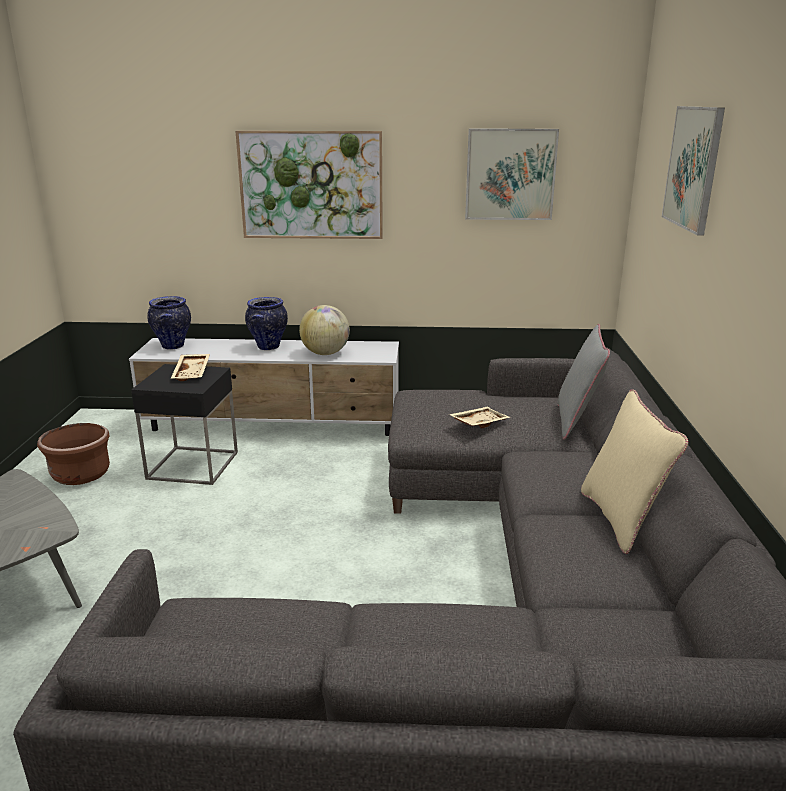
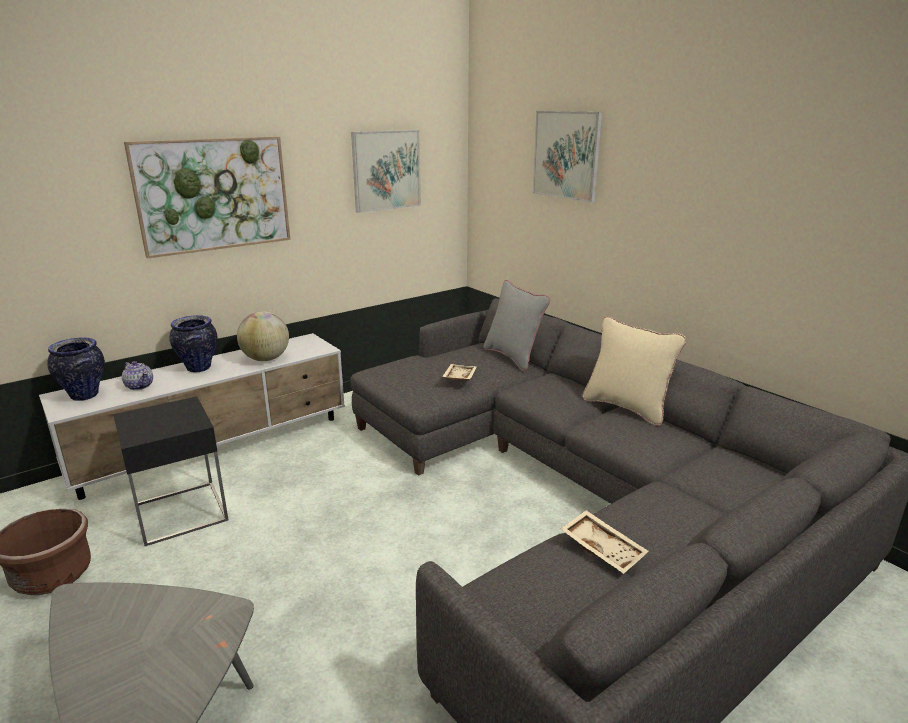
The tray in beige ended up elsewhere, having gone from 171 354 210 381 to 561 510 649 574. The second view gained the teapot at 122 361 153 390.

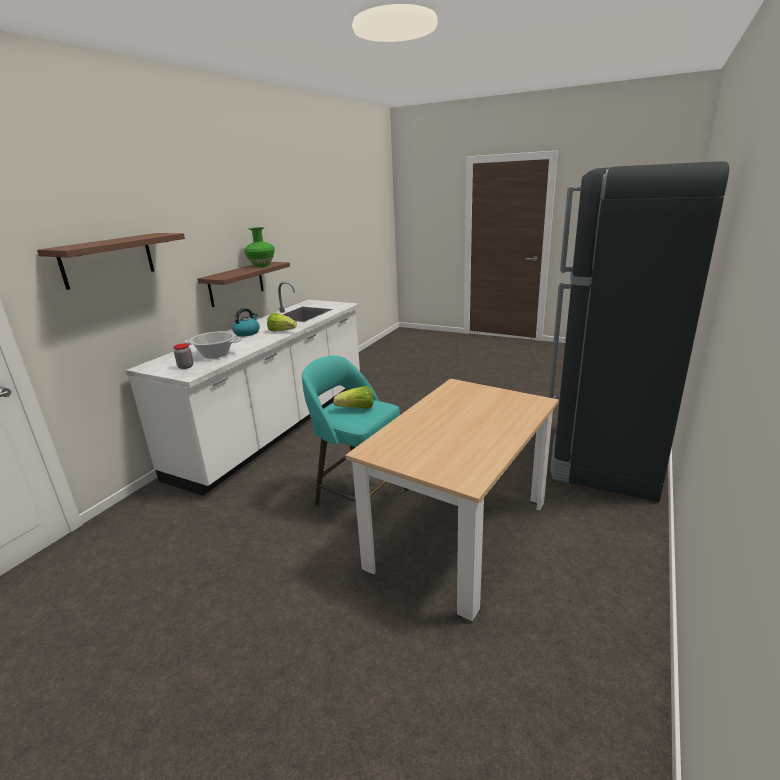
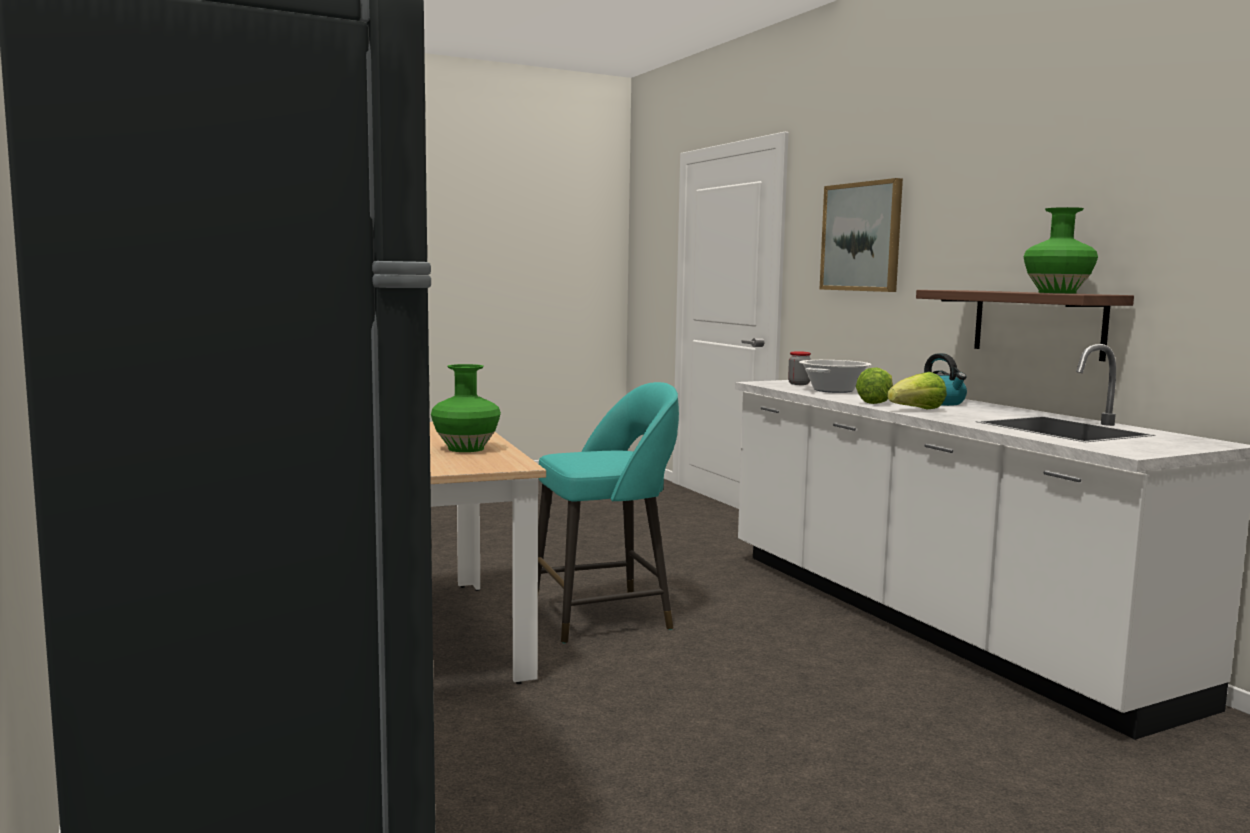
Where the shelf hung at 37 233 185 290, the picture came to hang at 820 178 903 292. The lettuce ended up elsewhere, having gone from 333 386 374 409 to 856 368 893 404. The second view gained the vase in green at 431 364 501 452.

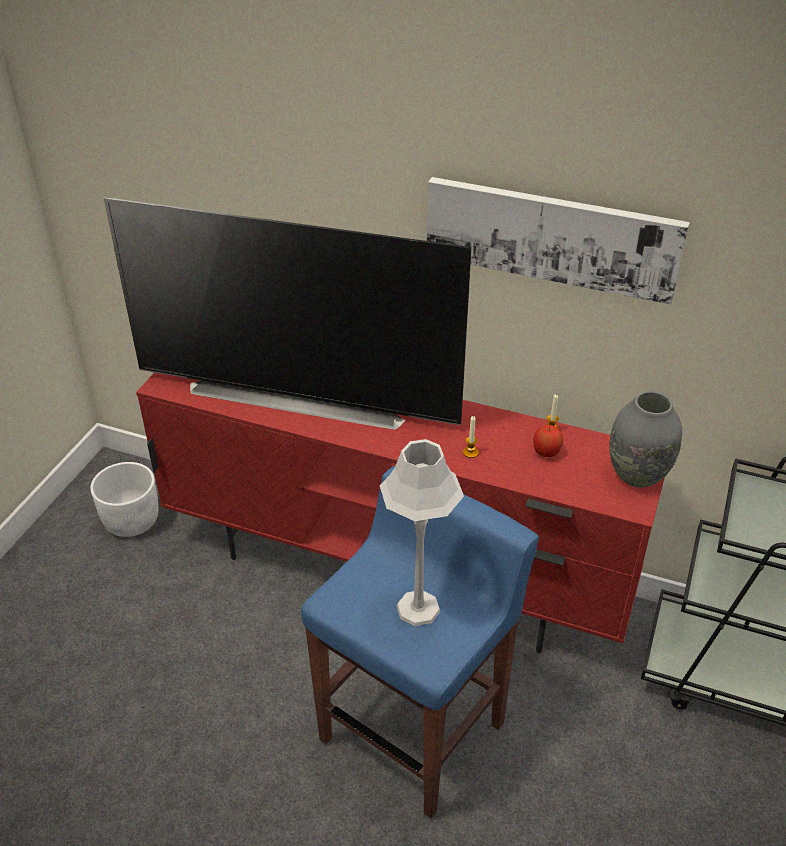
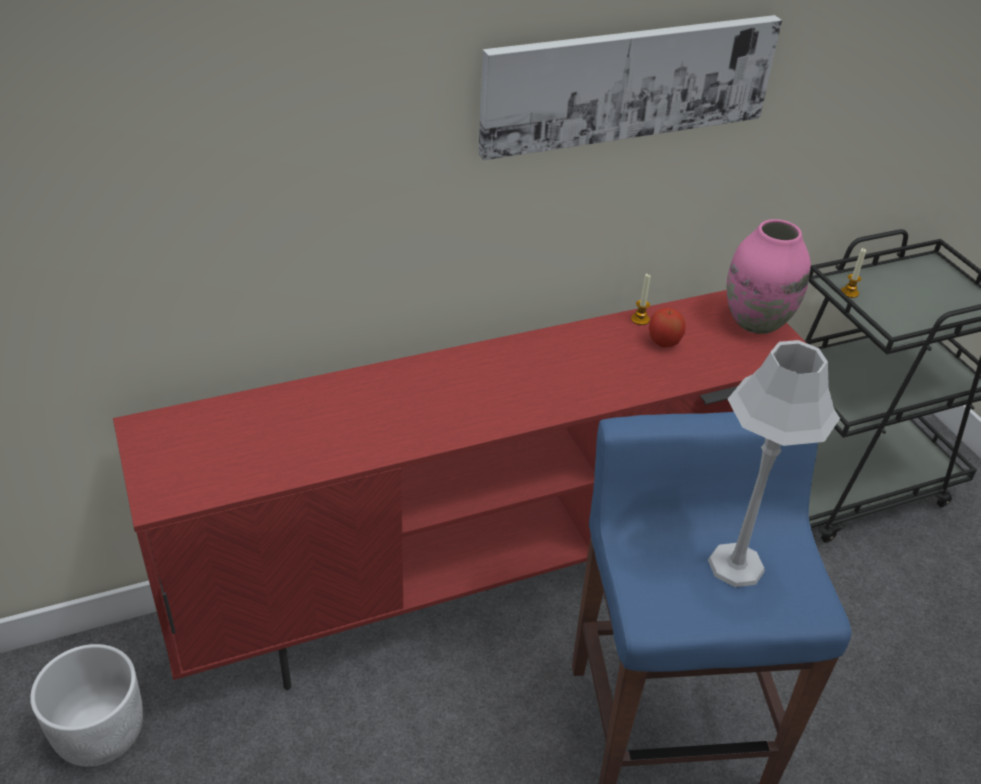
The second view lost the television at 104 197 472 430. The candle ended up elsewhere, having gone from 463 416 479 458 to 841 248 866 298. What was the vase in grey at 609 391 682 488 turned into the vase in pink at 727 219 811 334.

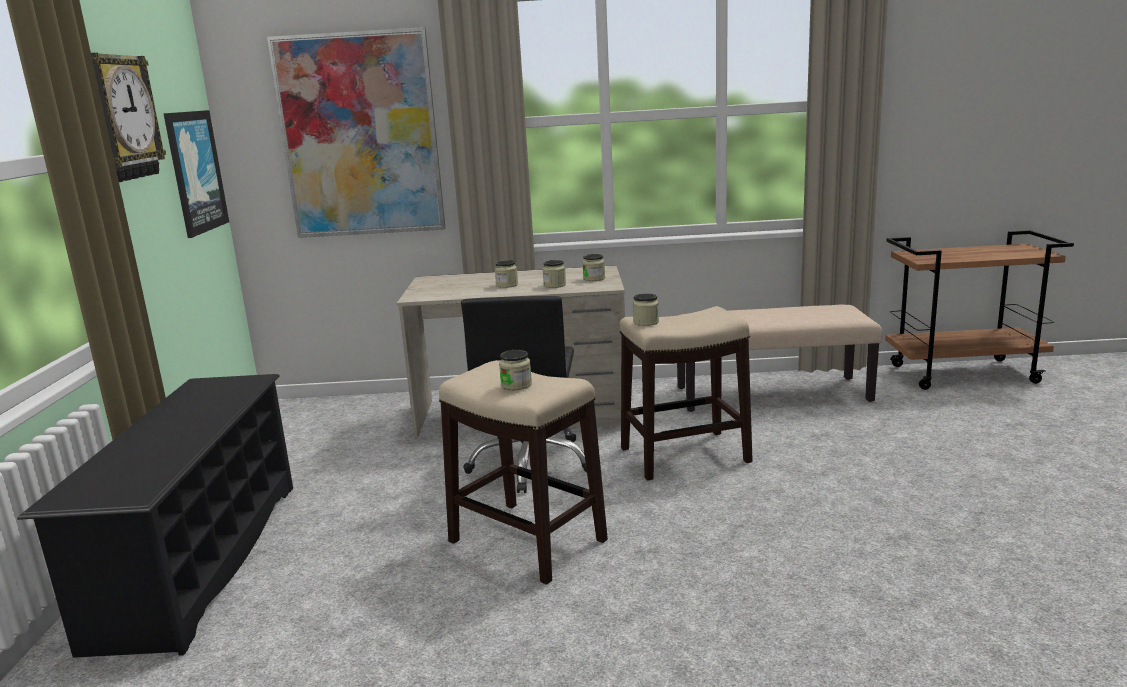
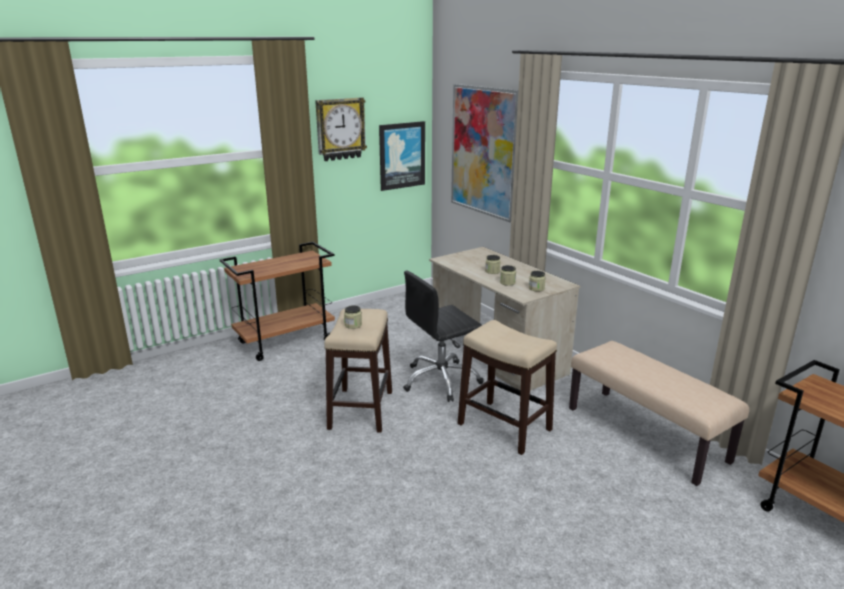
Where the shoe rack in black stood at 17 374 293 658, the cart in brown came to stand at 220 242 335 361. The second view lost the jar at 633 293 659 326.

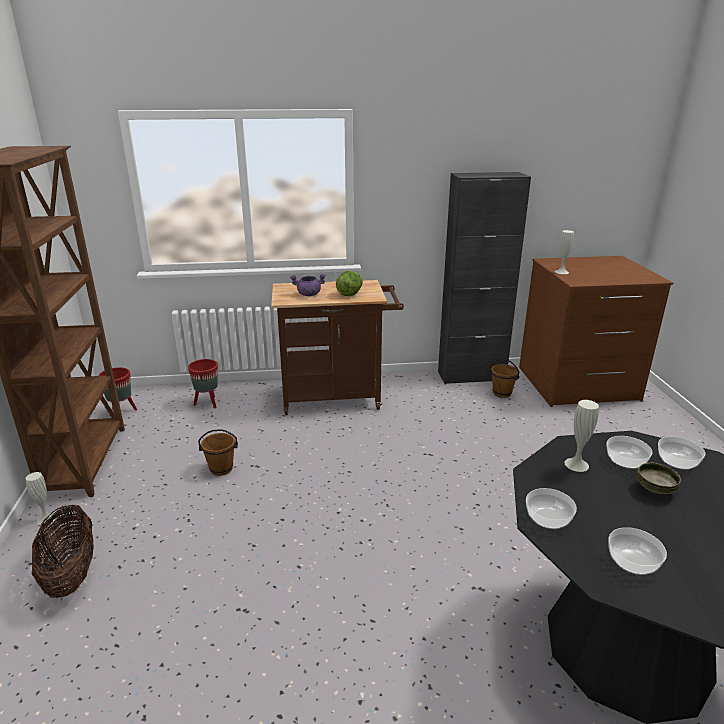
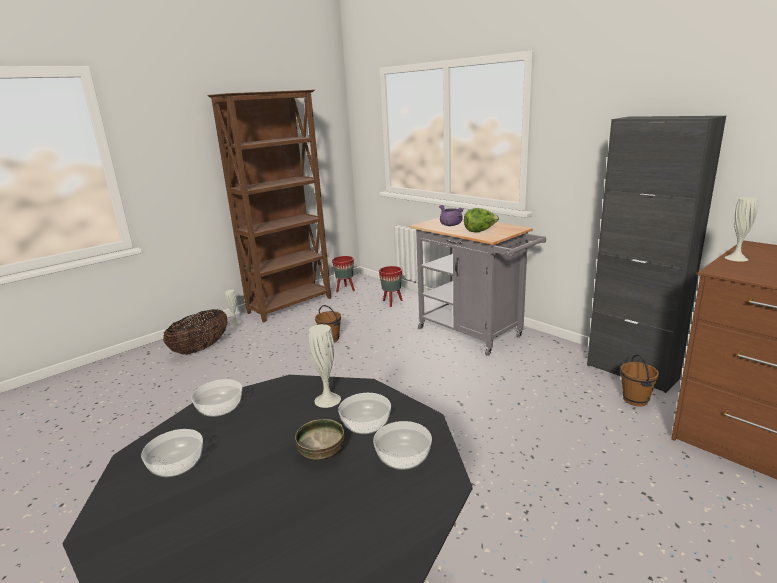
What was the cart in brown at 271 280 404 415 turned into the cart in grey at 410 217 546 356.

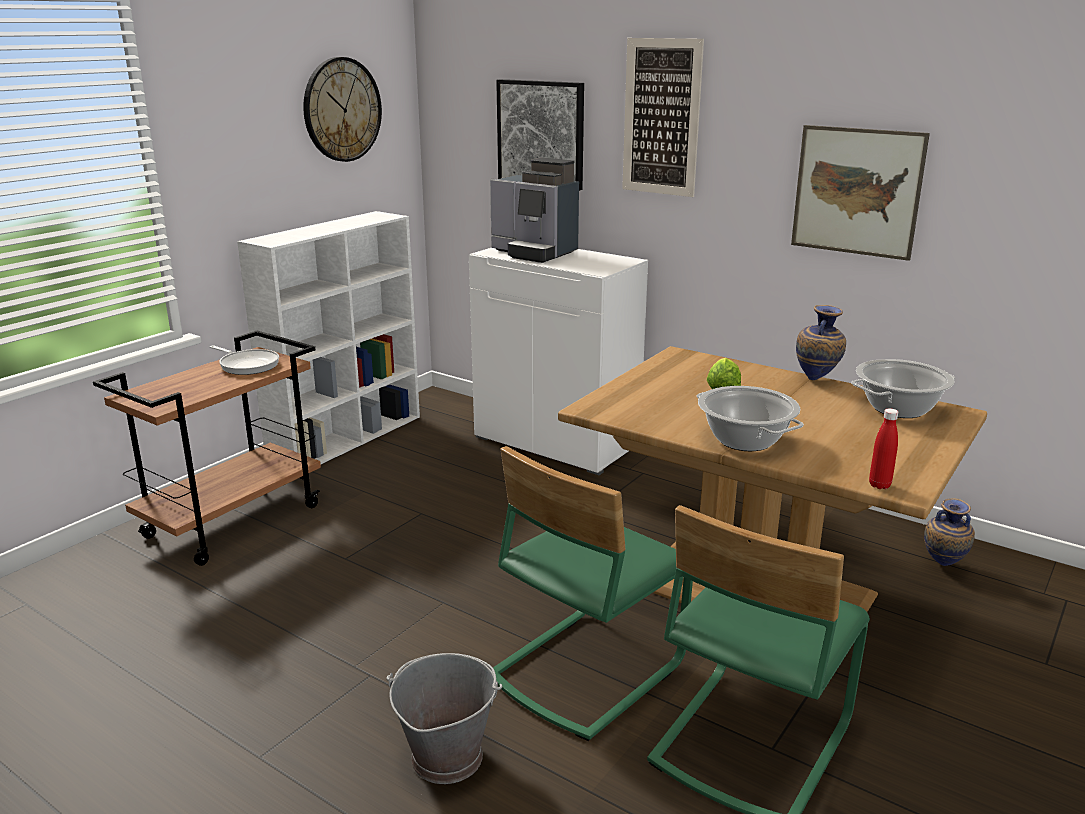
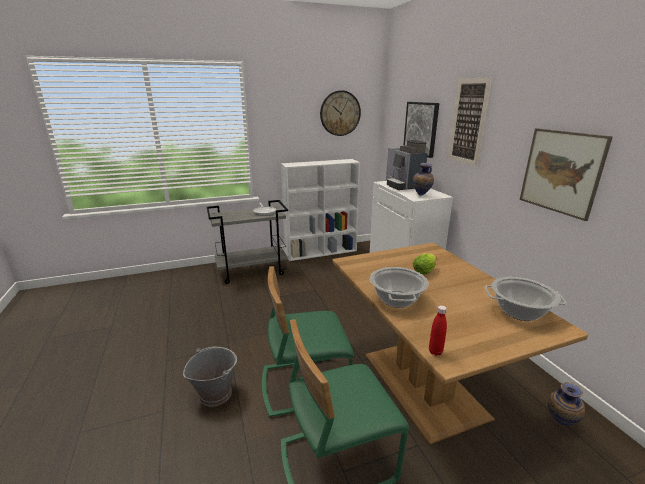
What was the cart in brown at 93 331 321 566 turned into the cart in grey at 207 200 288 284. The vase ended up elsewhere, having gone from 796 305 846 380 to 413 163 434 196.

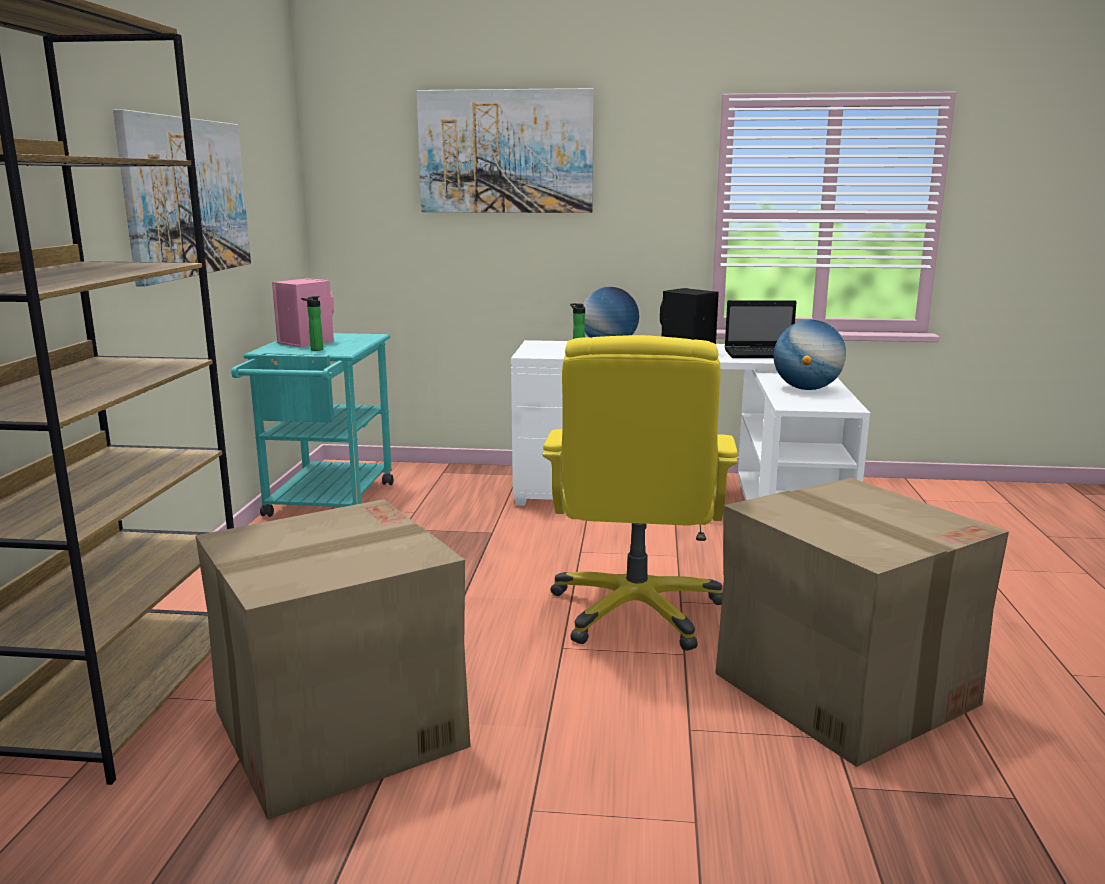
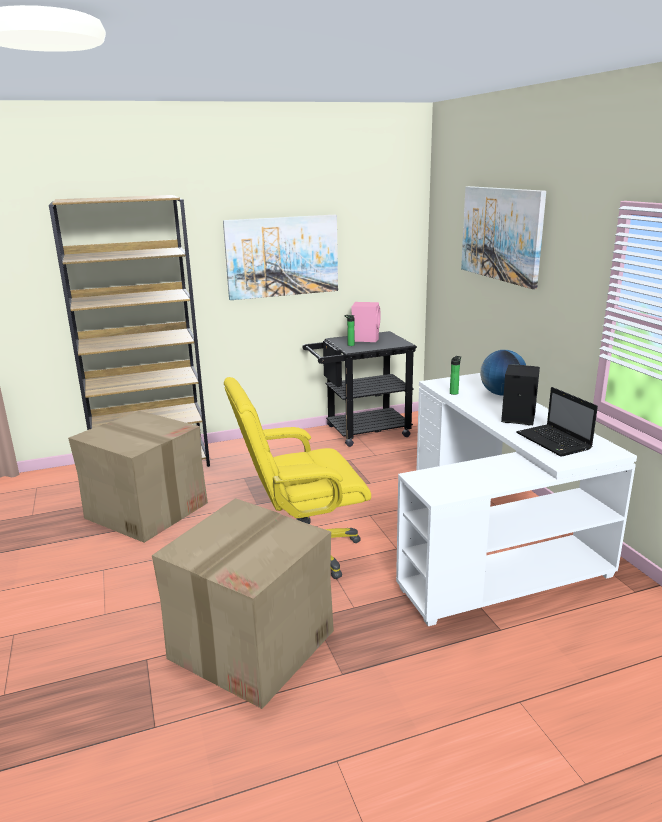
What was the cart in turquoise at 232 333 394 517 turned into the cart in black at 302 331 417 447. The second view lost the globe at 774 320 846 390.

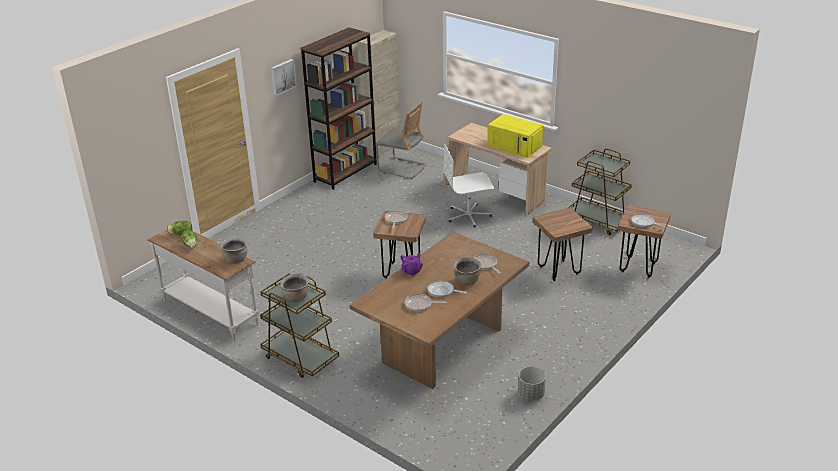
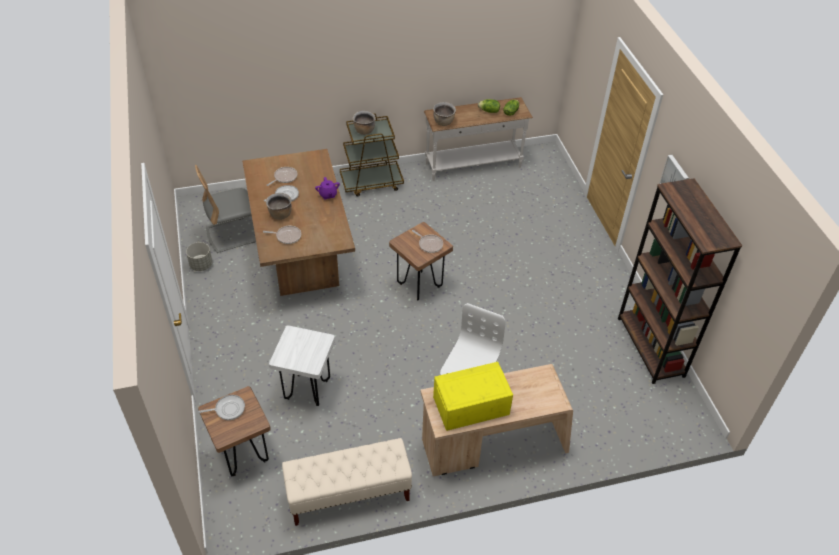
The second view lost the cabinet in beige at 358 30 401 158. The chair in grey ended up elsewhere, having gone from 375 101 427 179 to 195 165 256 253. What was the stool in brown at 533 208 593 281 turned into the stool in white at 269 325 335 406. Where the cart in brown stood at 568 148 632 235, the bench in beige came to stand at 282 438 412 526.

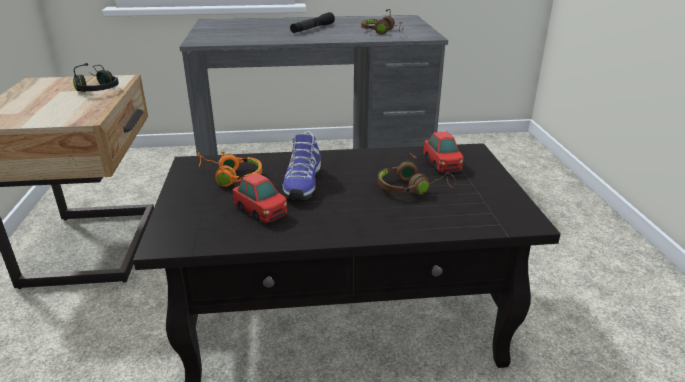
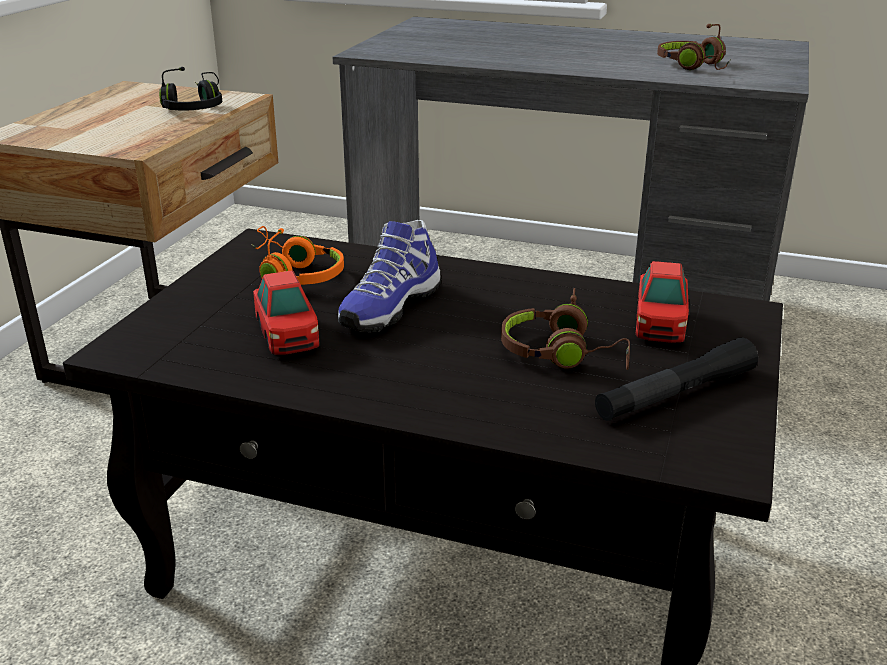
The flashlight in black ended up elsewhere, having gone from 290 12 335 33 to 595 337 758 421.

